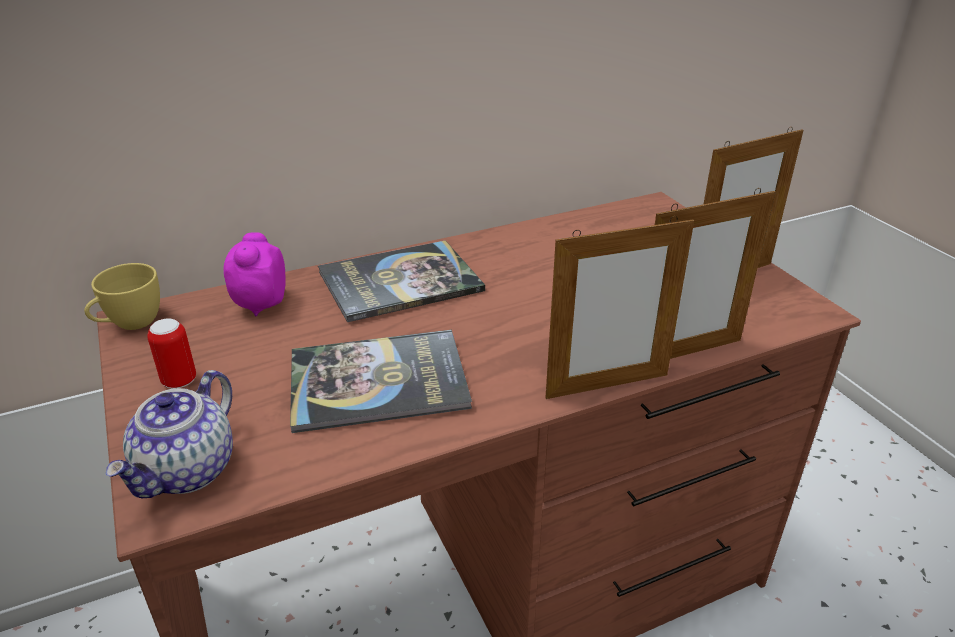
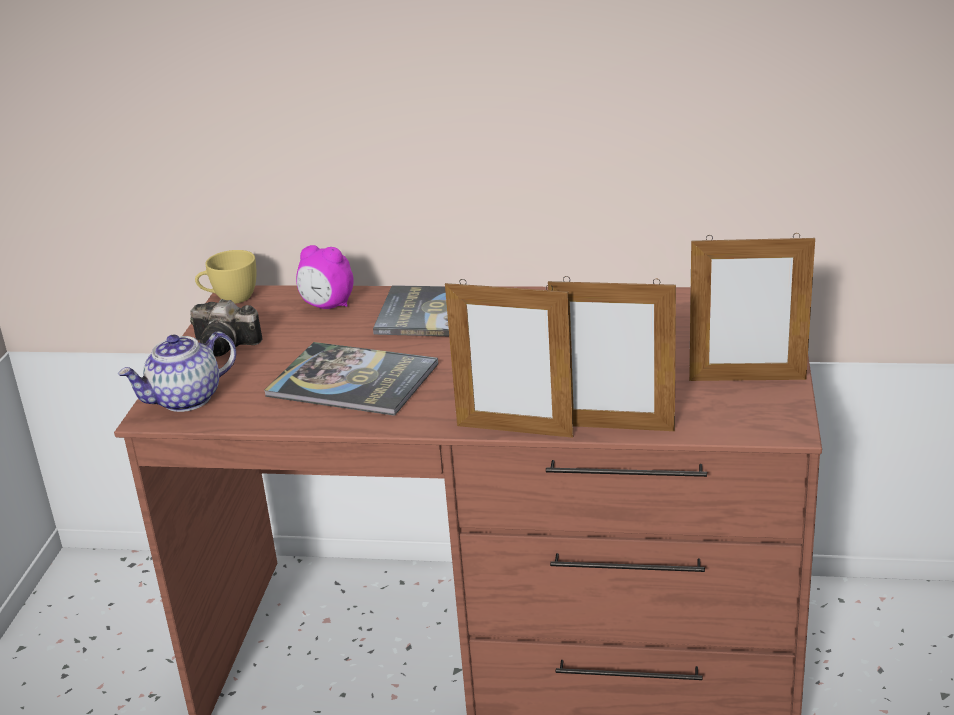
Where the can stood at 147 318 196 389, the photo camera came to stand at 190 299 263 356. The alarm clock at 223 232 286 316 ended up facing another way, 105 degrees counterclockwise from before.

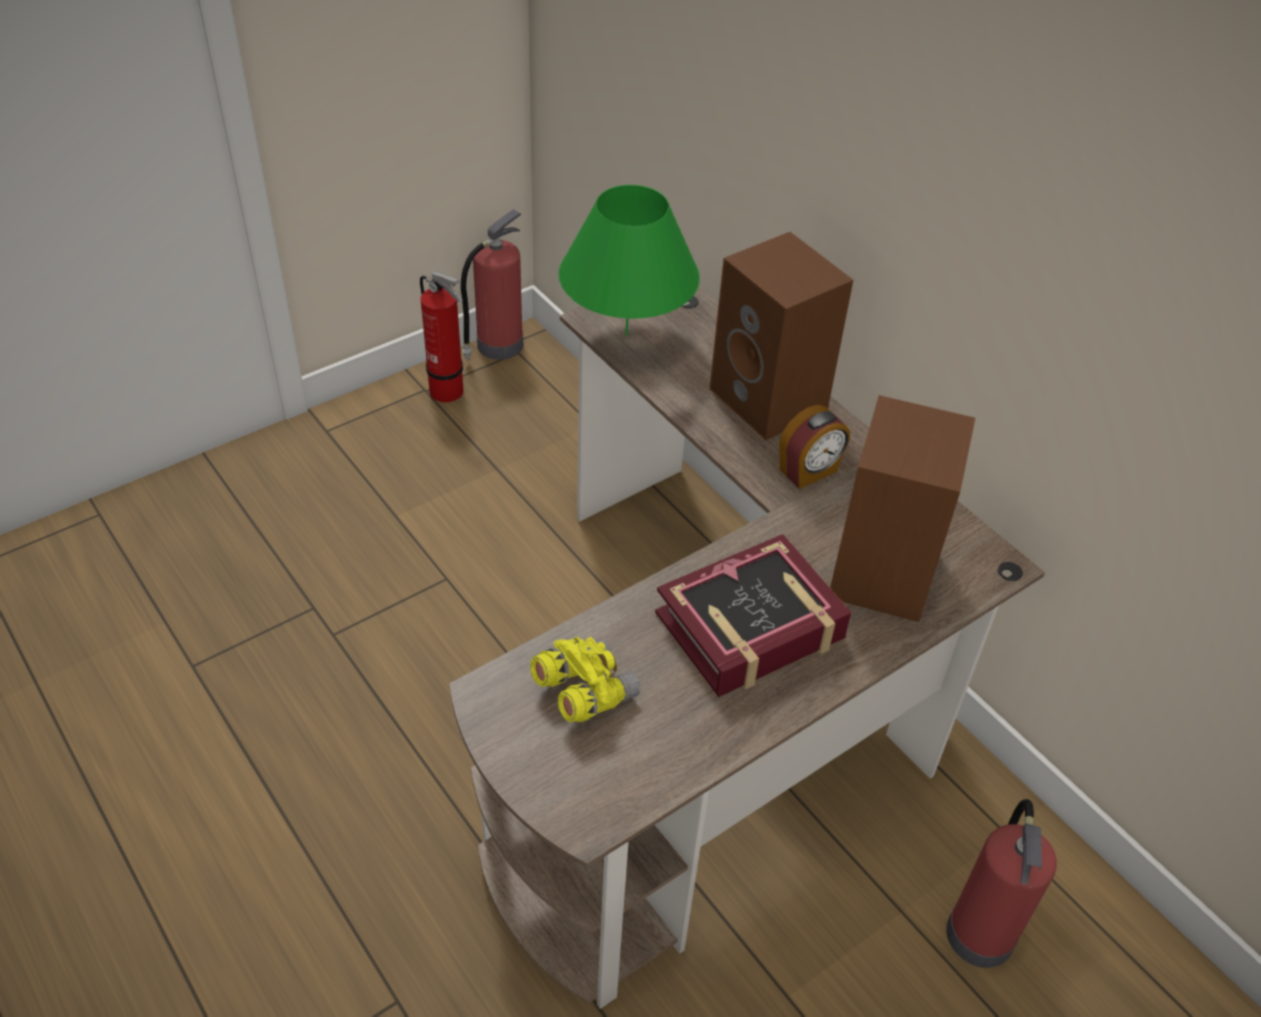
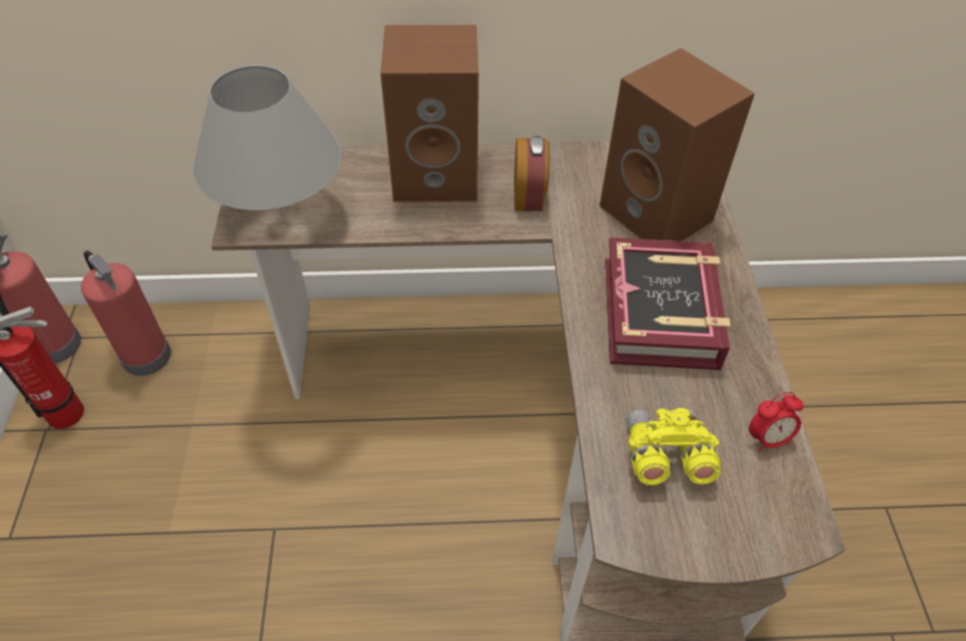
What was the table lamp in green at 559 185 700 336 turned into the table lamp in grey at 193 65 342 218. The fire extinguisher ended up elsewhere, having gone from 946 799 1057 968 to 81 251 171 376. The second view gained the alarm clock at 749 392 804 453.

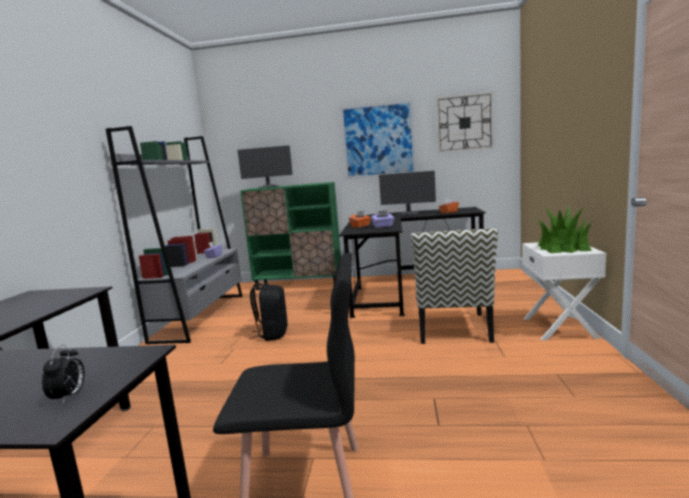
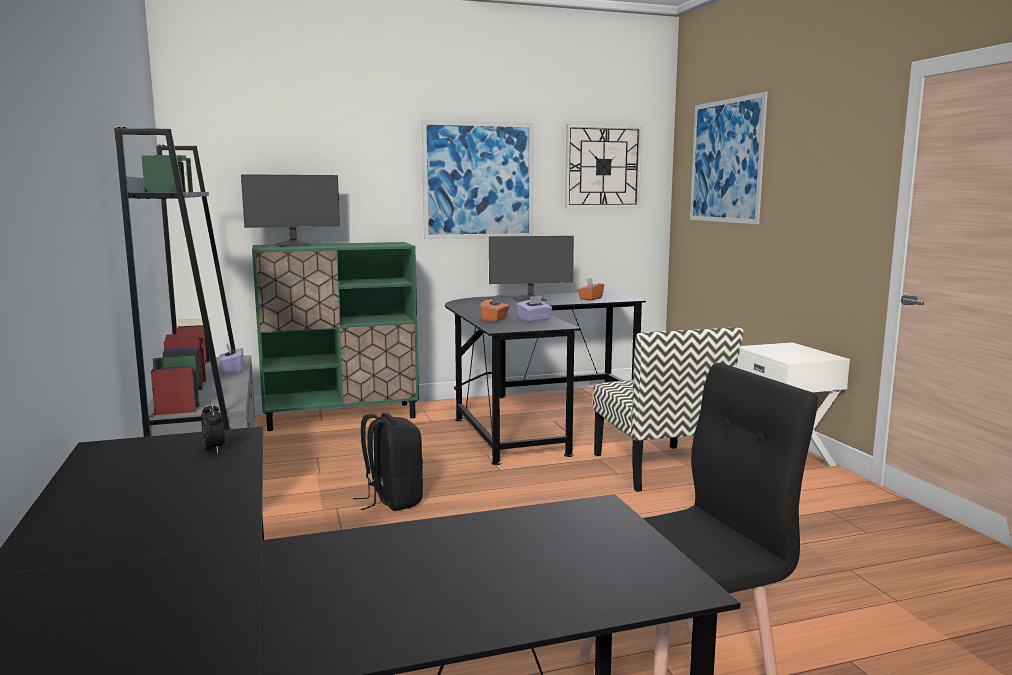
The alarm clock ended up elsewhere, having gone from 42 345 85 404 to 201 400 225 453. The second view lost the potted plant at 538 206 592 253. The second view gained the picture at 690 92 768 224.

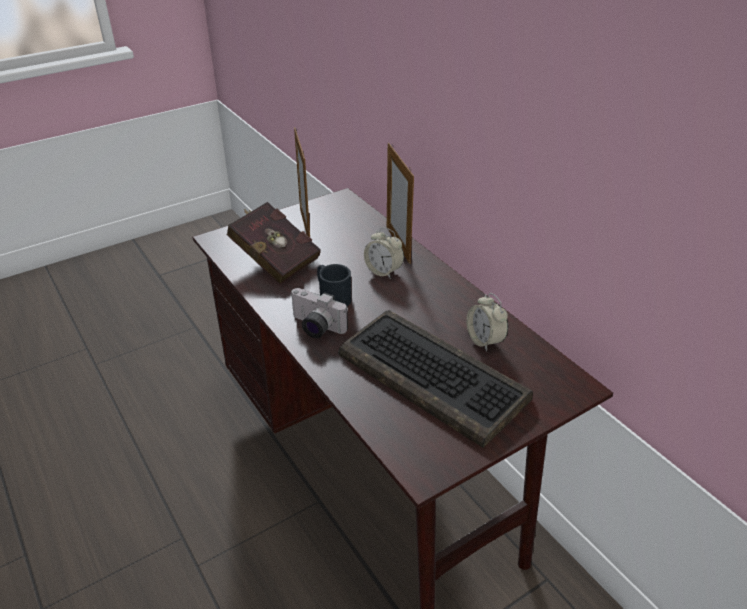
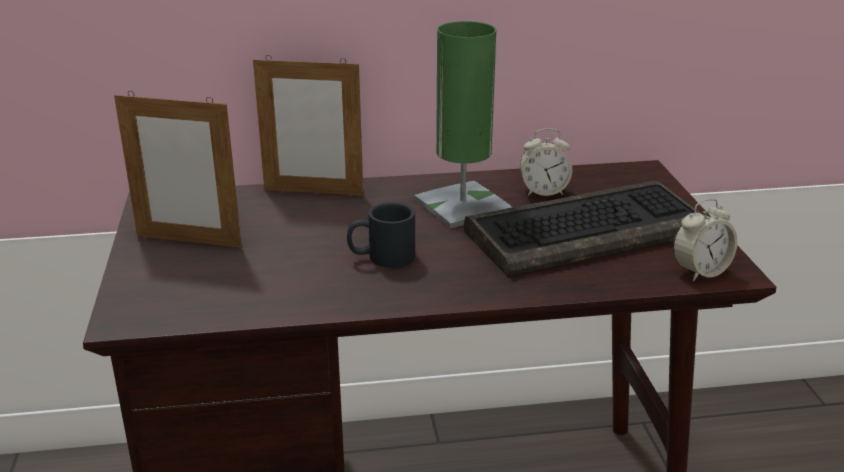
The second view lost the book in red at 227 202 321 285. The second view lost the photo camera at 290 288 348 338. The alarm clock ended up elsewhere, having gone from 364 227 404 279 to 673 199 738 281. The second view gained the table lamp in green at 414 21 513 228.

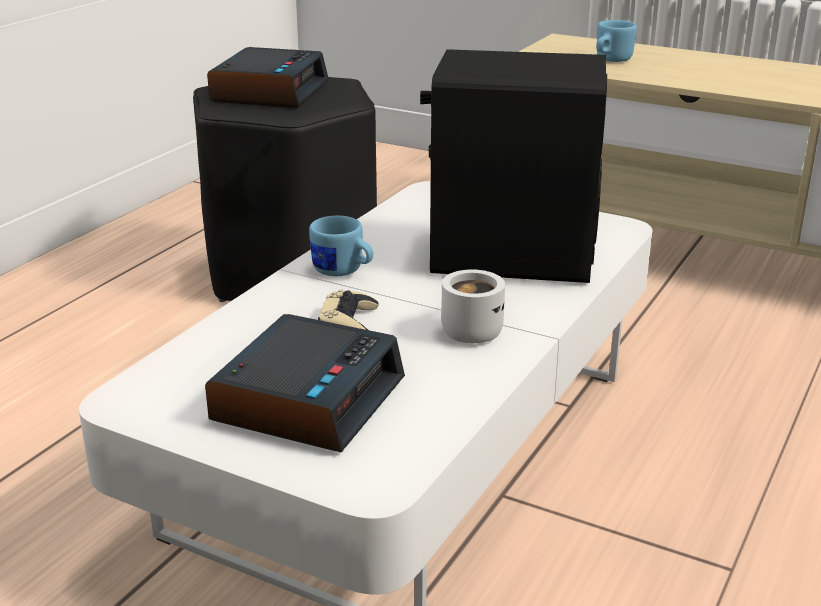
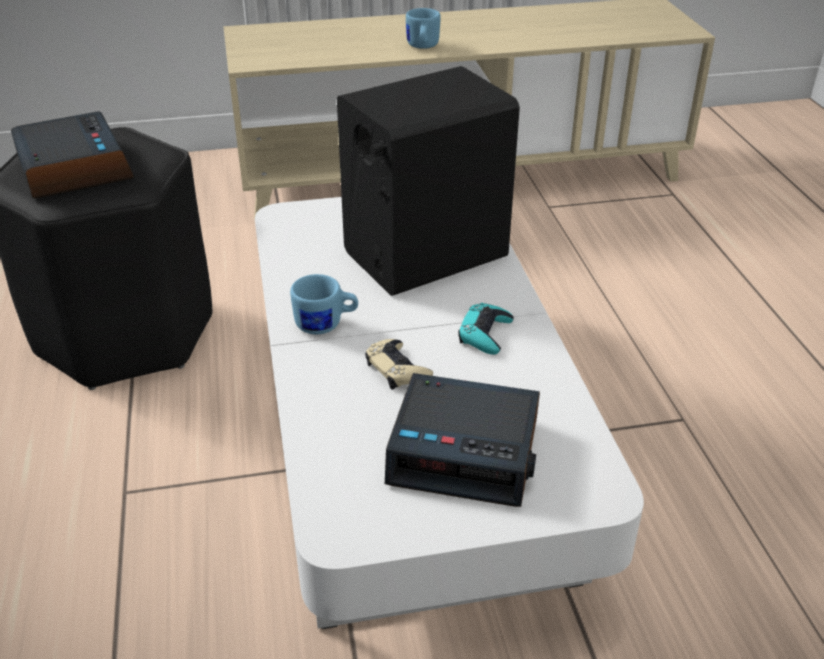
The alarm clock at 205 314 405 452 ended up facing another way, 120 degrees clockwise from before. Where the mug in white stood at 441 269 505 343, the game controller in turquoise came to stand at 458 303 514 355. The mug in blue ended up elsewhere, having gone from 596 20 637 62 to 406 8 441 49.

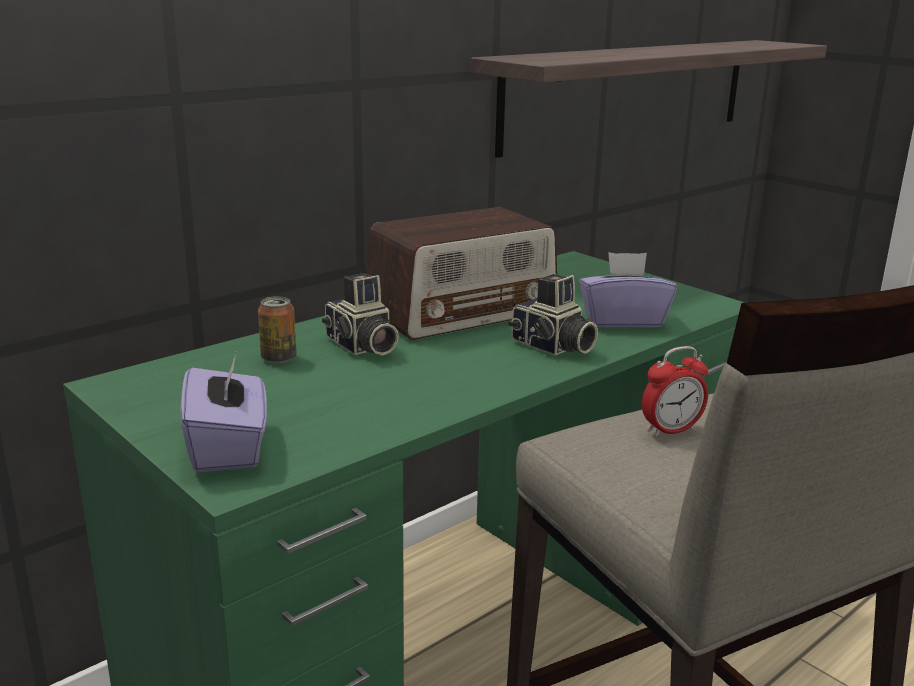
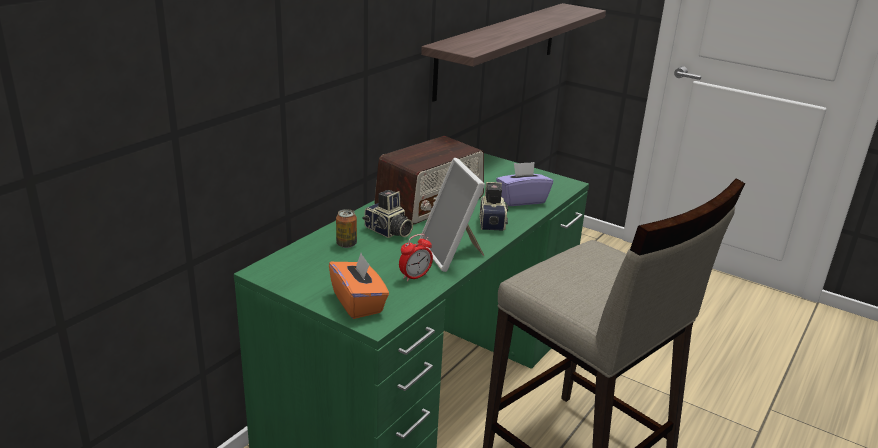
What was the tissue box in purple at 180 352 267 472 turned into the tissue box in orange at 329 253 389 319. The photo camera at 508 274 598 355 ended up facing another way, 120 degrees counterclockwise from before. The alarm clock ended up elsewhere, having gone from 642 346 708 437 to 399 234 433 282. The second view gained the picture frame at 419 158 485 272.

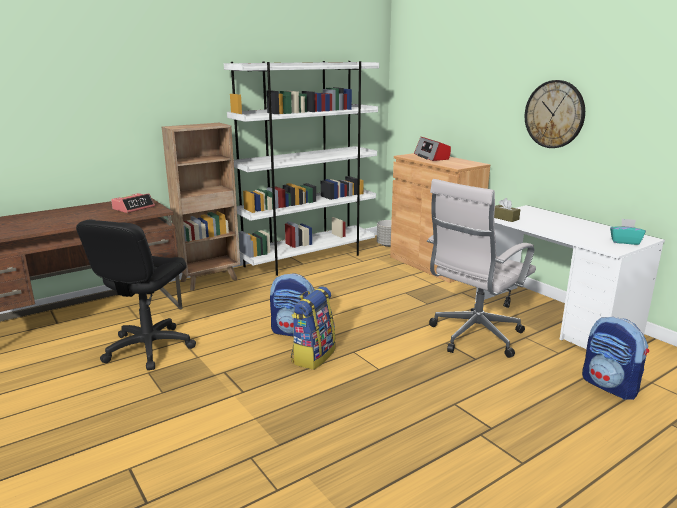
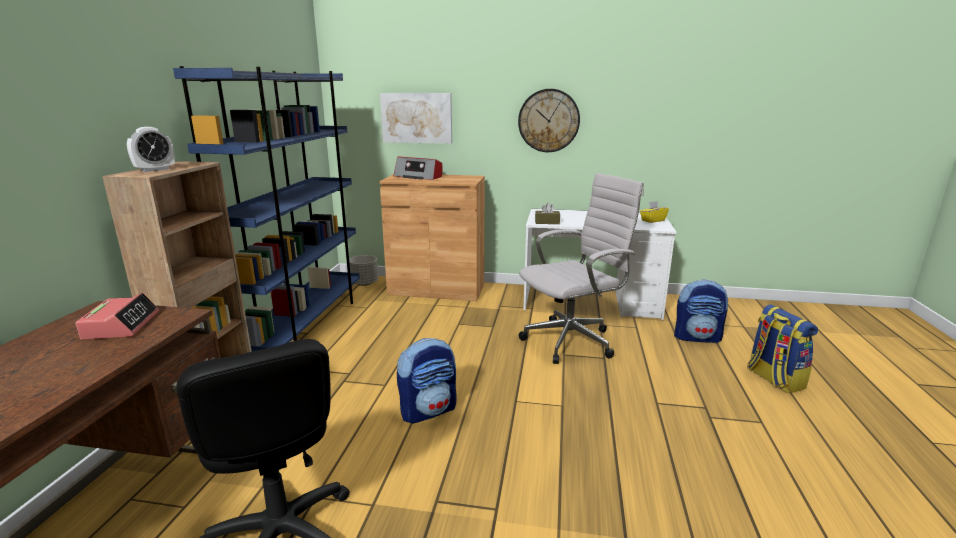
What was the bookcase in white at 224 61 379 276 turned into the bookcase in blue at 173 66 360 352. The backpack ended up elsewhere, having gone from 291 286 336 370 to 747 305 818 393. The office chair in white at 427 179 536 358 ended up facing another way, 120 degrees counterclockwise from before. What was the tissue box in turquoise at 610 219 646 245 turned into the tissue box in yellow at 640 201 669 223. The second view gained the alarm clock at 127 127 175 172. The second view gained the picture at 380 93 452 144.

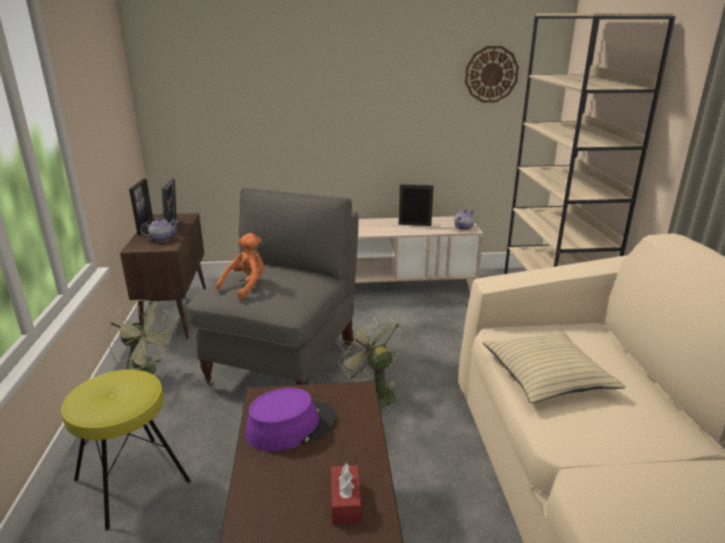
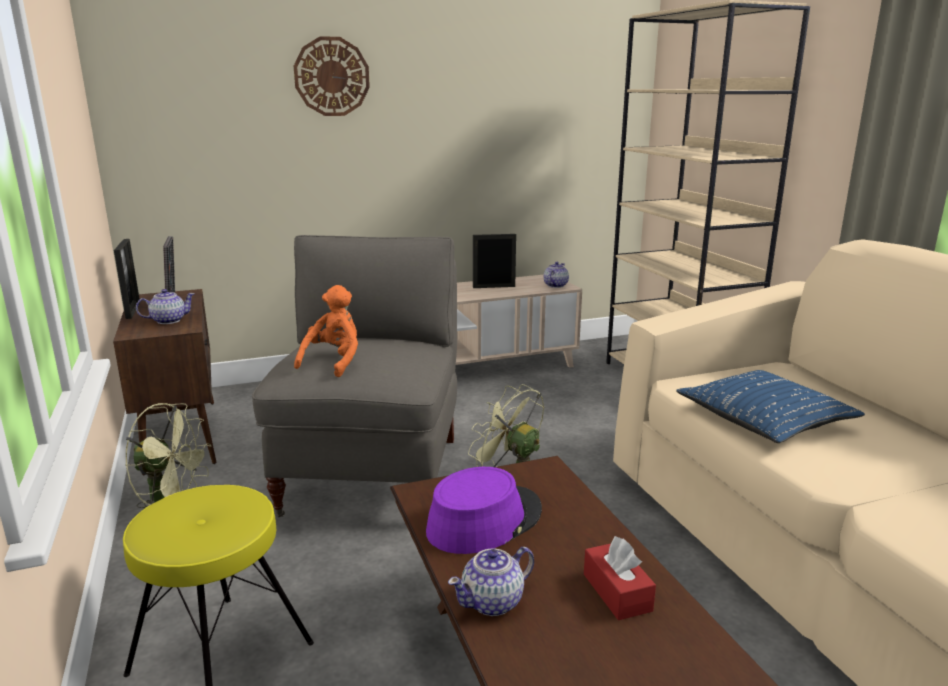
The wall clock ended up elsewhere, having gone from 465 46 519 103 to 294 36 370 116. What was the pillow in beige at 483 332 626 403 turned into the pillow in blue at 676 370 865 443. The second view gained the teapot at 448 547 534 616.

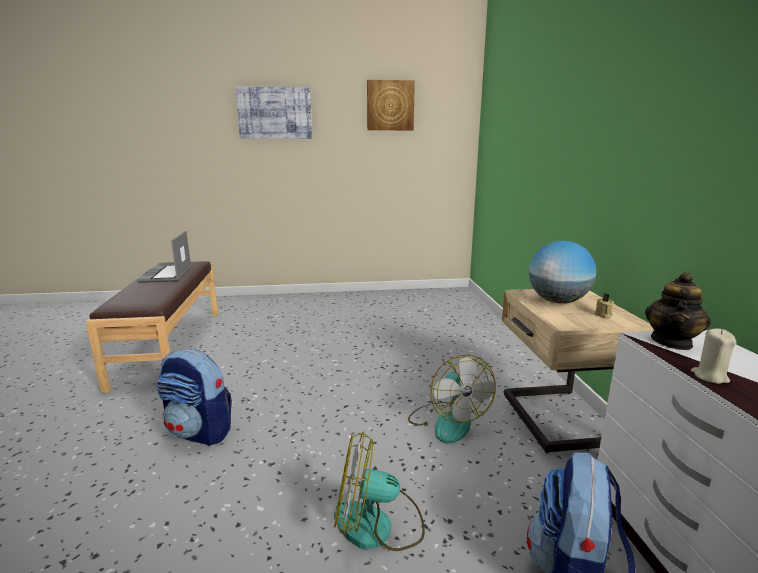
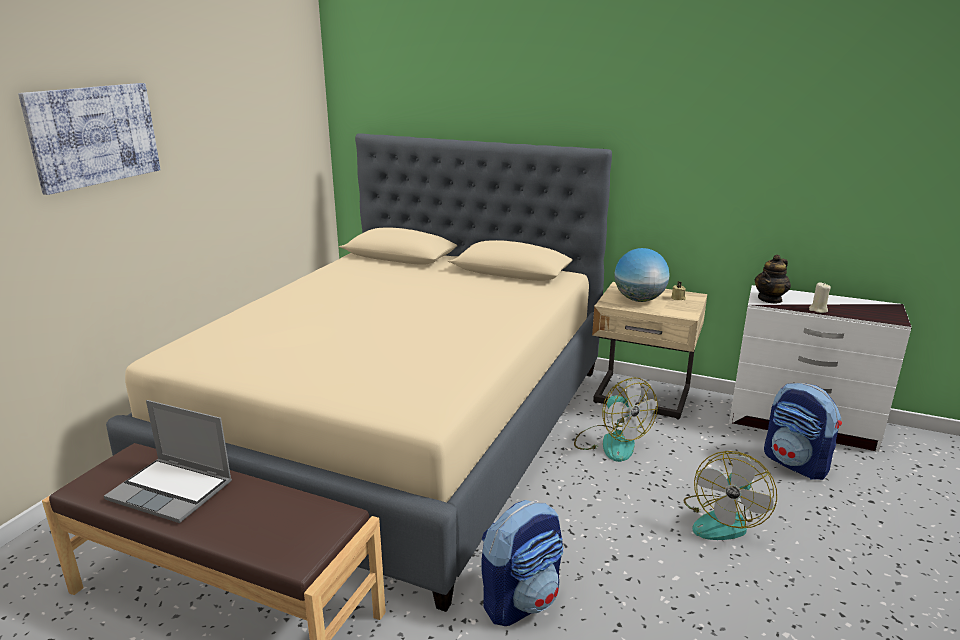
The second view lost the picture at 367 80 415 130. The fan at 408 355 496 444 ended up facing another way, 45 degrees clockwise from before. The teapot at 645 272 711 350 ended up facing another way, 75 degrees clockwise from before. The second view gained the bed in beige at 106 133 612 612.

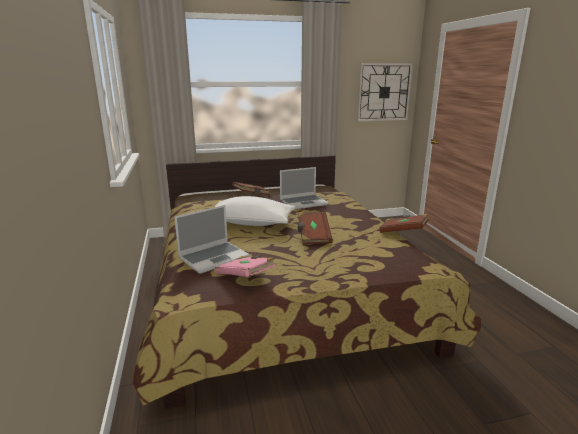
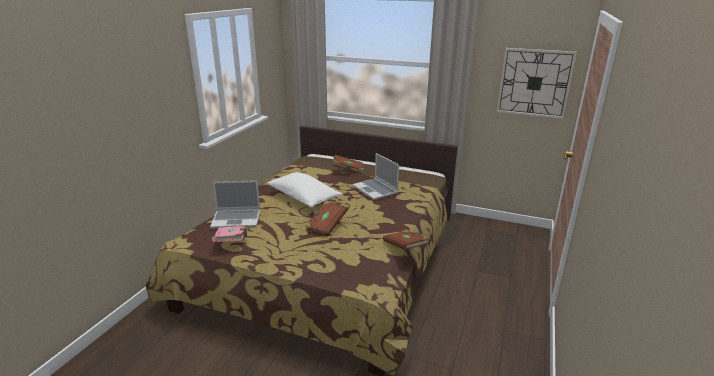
The laptop at 280 167 329 209 ended up facing another way, 45 degrees clockwise from before.

